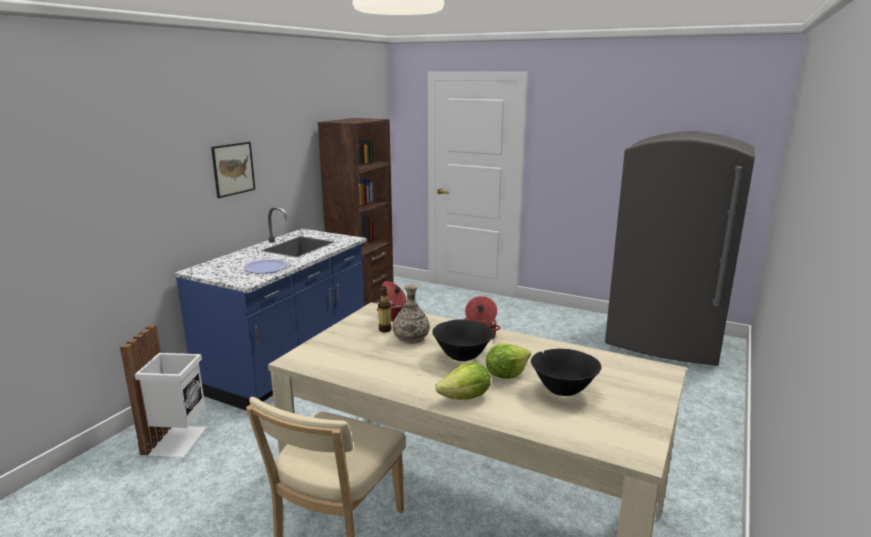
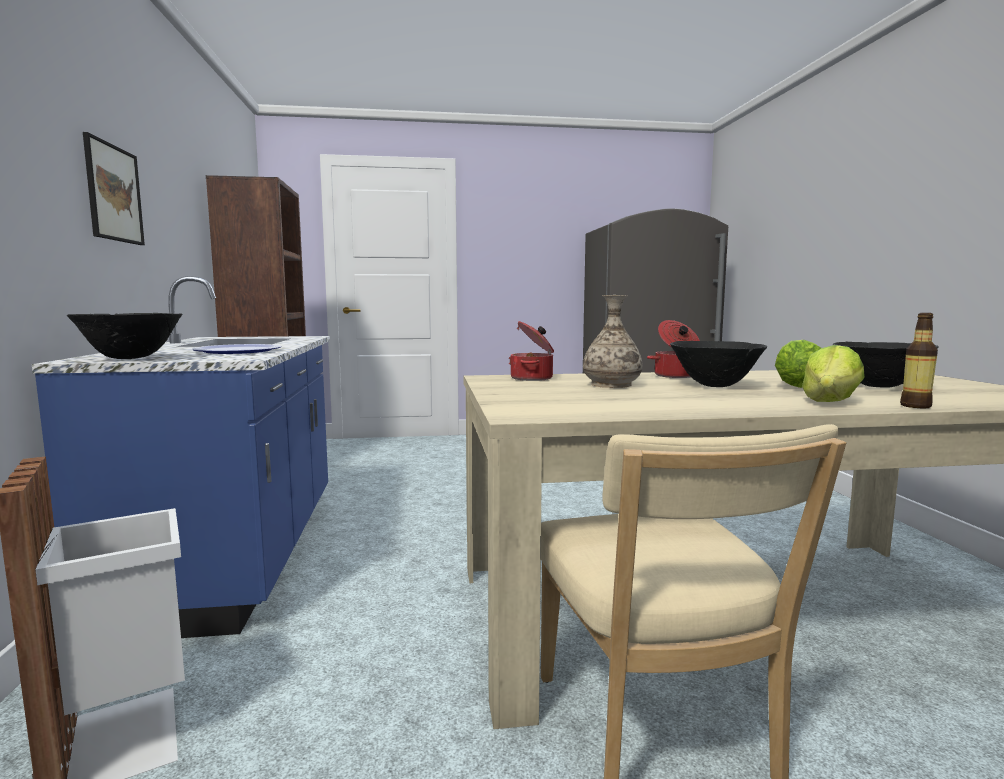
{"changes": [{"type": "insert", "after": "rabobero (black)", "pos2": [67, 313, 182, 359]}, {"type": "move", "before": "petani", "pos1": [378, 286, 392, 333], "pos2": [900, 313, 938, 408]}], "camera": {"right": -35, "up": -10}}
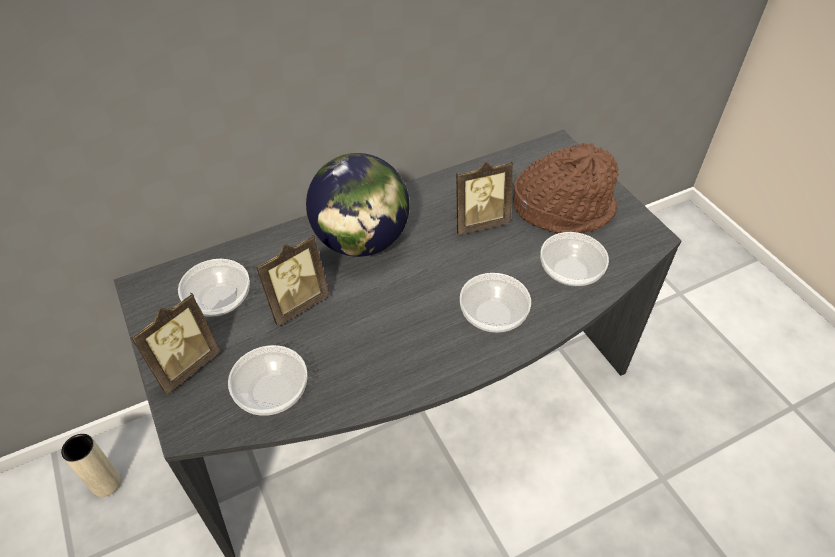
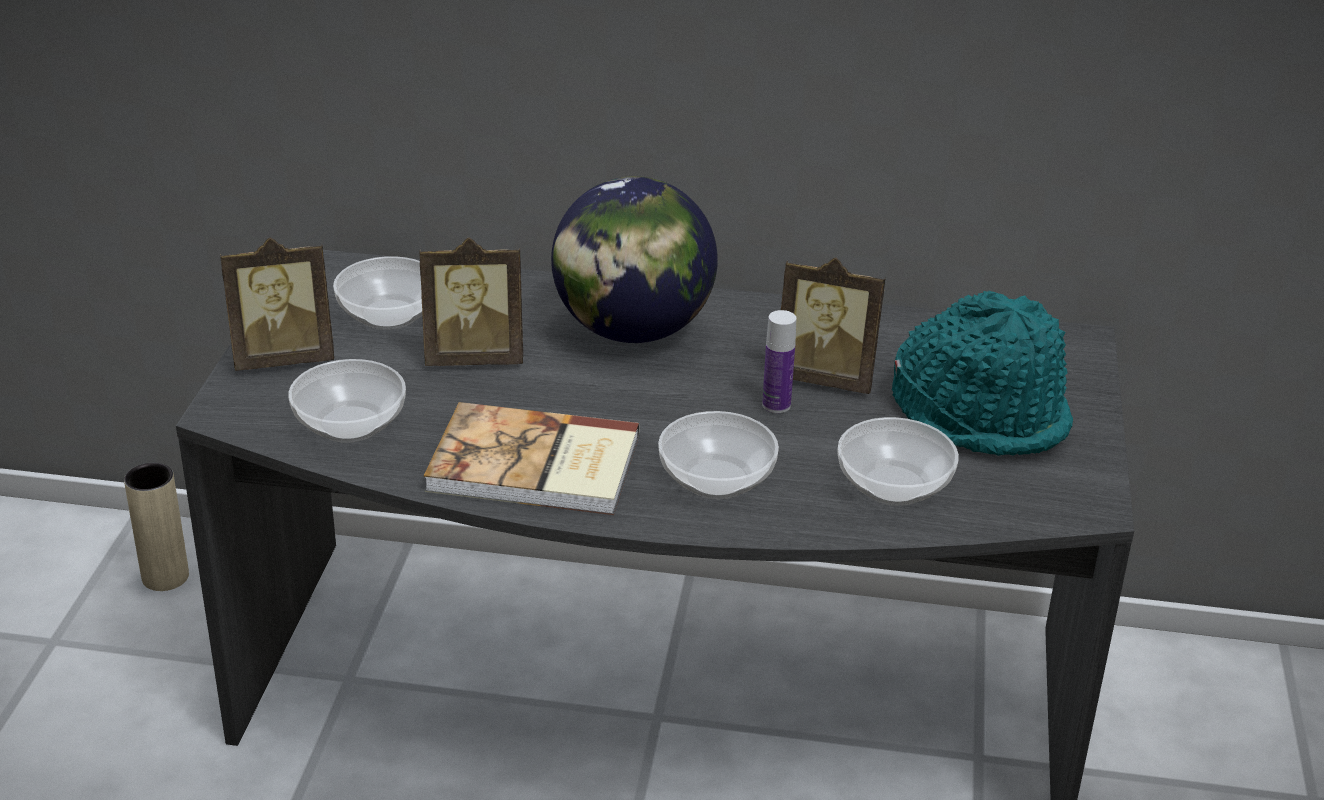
{"changes": [{"type": "insert", "after": "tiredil", "pos2": [424, 402, 639, 515]}, {"type": "insert", "after": "petani", "pos2": [762, 310, 797, 413]}, {"type": "recolor", "before": "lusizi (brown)", "after": "lusizi (turquoise)", "pos1": [513, 142, 619, 233], "pos2": [892, 291, 1073, 456]}], "camera": {"right": 35, "up": -15}}
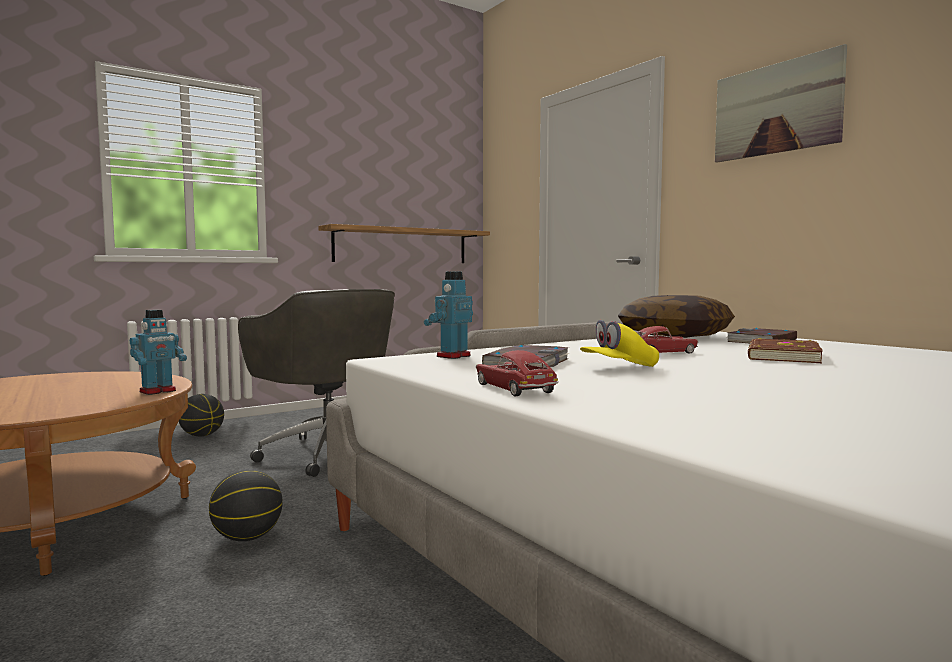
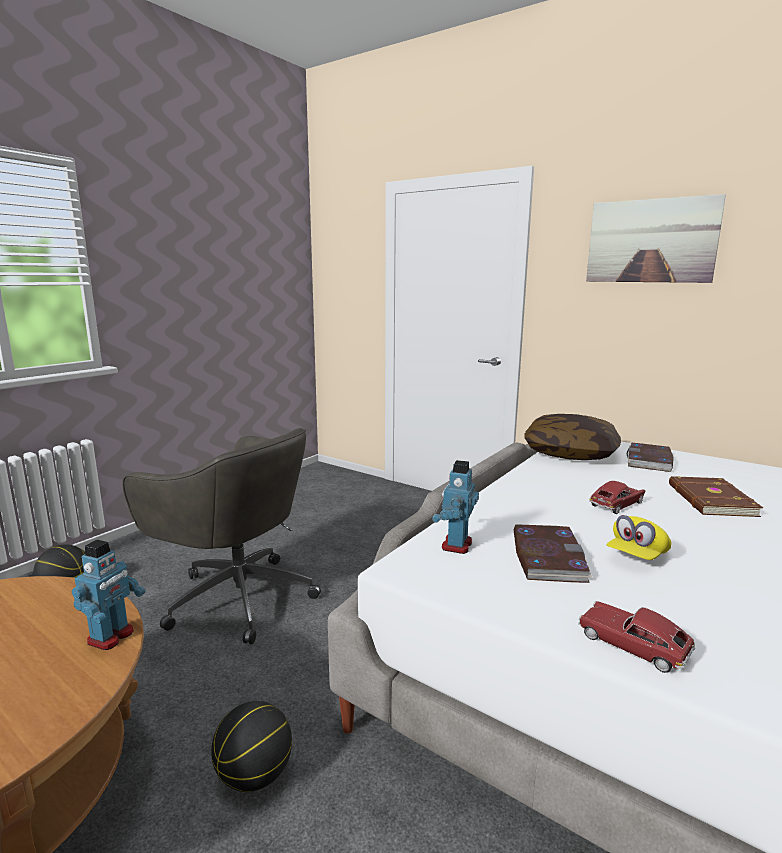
{"changes": [{"type": "delete", "before": "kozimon", "pos1": [318, 224, 490, 263]}], "camera": {"right": -20, "up": 10}}
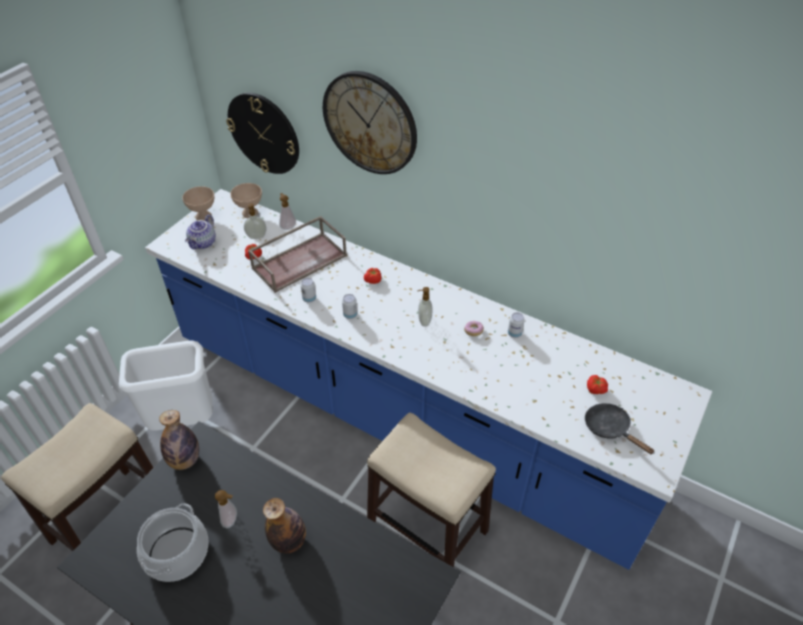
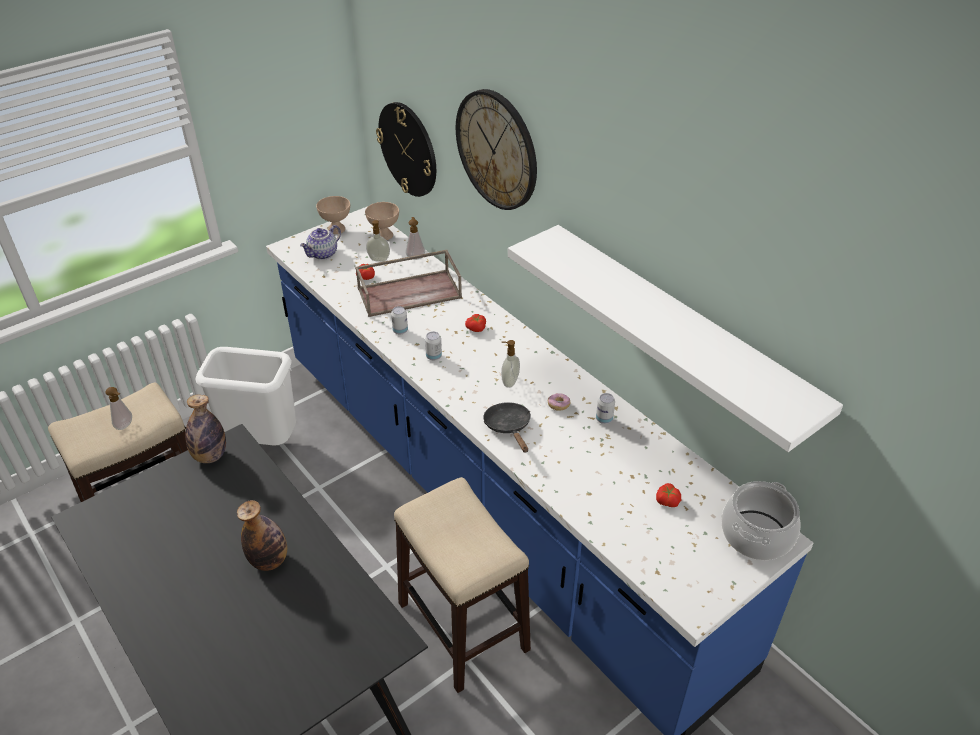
{"changes": [{"type": "move", "before": "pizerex", "pos1": [215, 490, 237, 528], "pos2": [105, 387, 132, 430]}, {"type": "move", "before": "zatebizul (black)", "pos1": [585, 403, 655, 454], "pos2": [483, 402, 531, 453]}, {"type": "insert", "after": "kozimon (white)", "pos2": [508, 225, 843, 452]}, {"type": "move", "before": "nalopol", "pos1": [137, 504, 209, 582], "pos2": [721, 481, 801, 560]}], "camera": {"right": 20, "up": -5}}
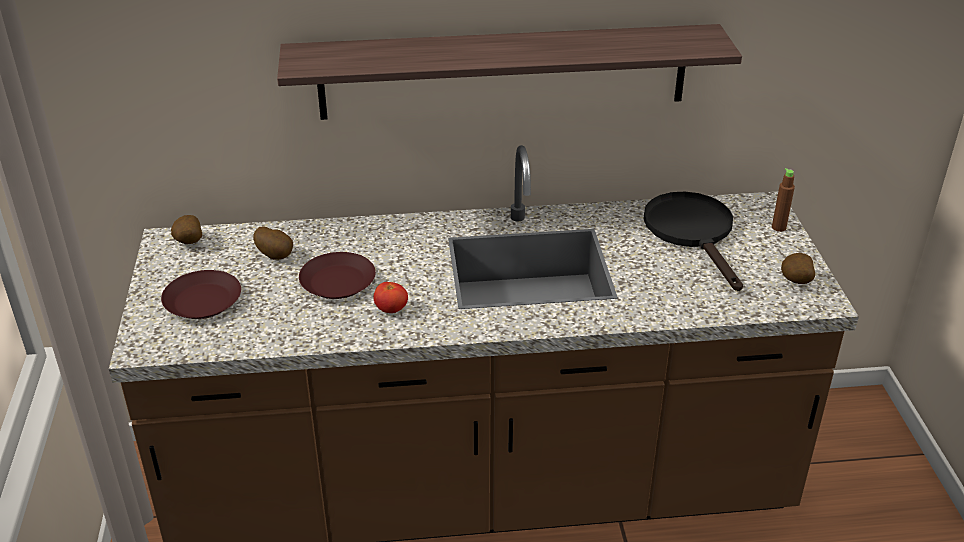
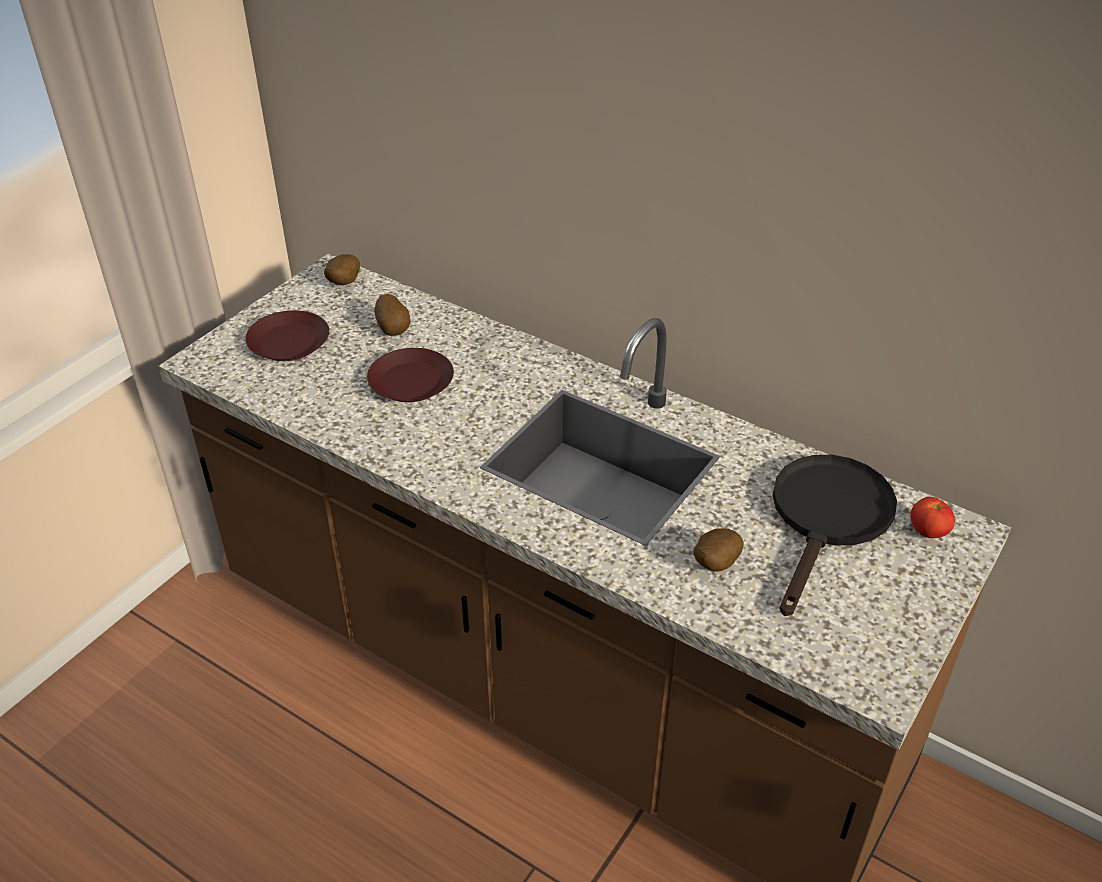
{"changes": [{"type": "move", "before": "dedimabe", "pos1": [781, 253, 815, 284], "pos2": [693, 528, 744, 572]}, {"type": "move", "before": "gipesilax", "pos1": [373, 282, 408, 313], "pos2": [910, 497, 955, 538]}, {"type": "delete", "before": "kozimon", "pos1": [277, 24, 742, 120]}, {"type": "delete", "before": "petani (brown)", "pos1": [772, 168, 795, 232]}], "camera": {"right": 40, "up": 5}}
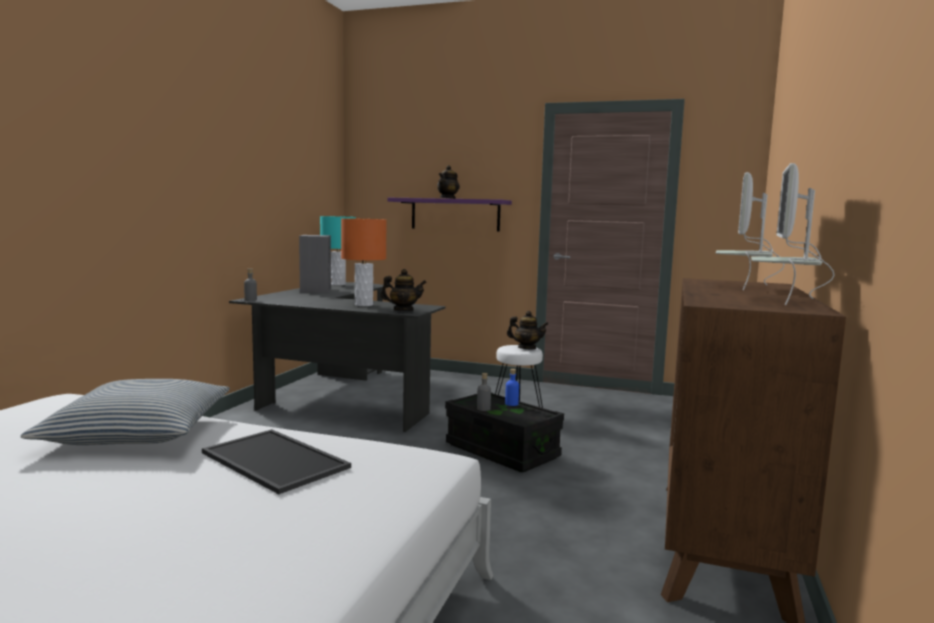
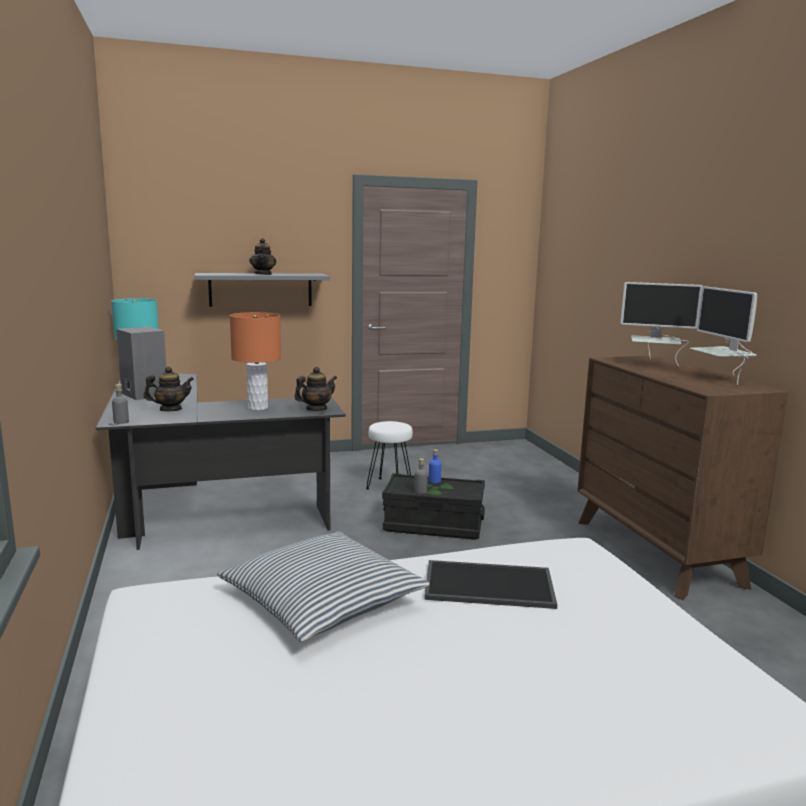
{"changes": [{"type": "move", "before": "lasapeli", "pos1": [507, 311, 549, 349], "pos2": [144, 367, 194, 411]}, {"type": "recolor", "before": "kozimon (purple)", "after": "kozimon (grey)", "pos1": [388, 198, 512, 232], "pos2": [195, 273, 330, 307]}, {"type": "rotate", "before": "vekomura", "pos1": [715, 172, 784, 290], "pos2": [620, 282, 703, 367], "turn": -60}], "camera": {"right": -35, "up": 5}}
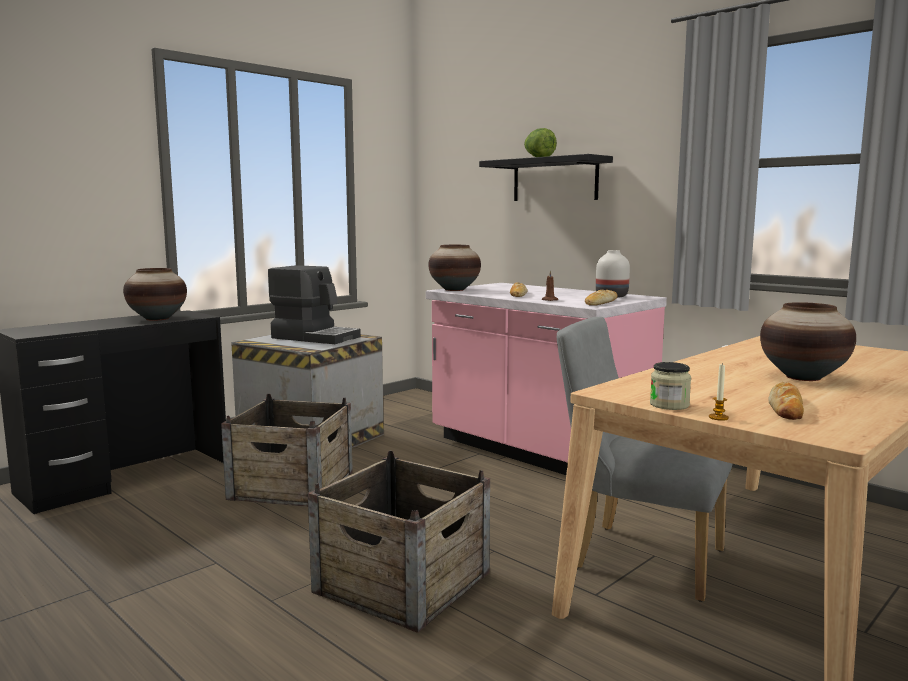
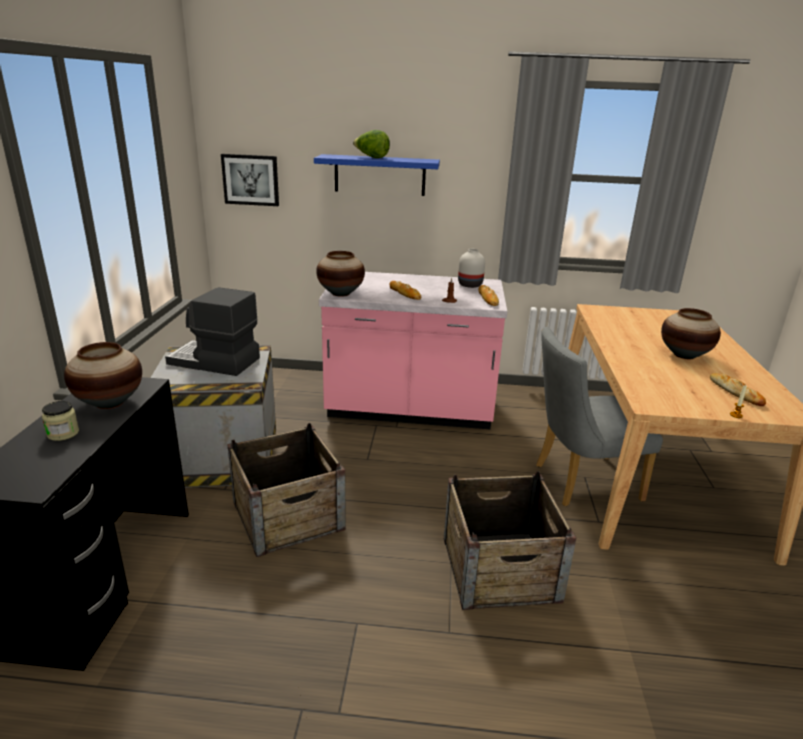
{"changes": [{"type": "move", "before": "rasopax", "pos1": [650, 362, 691, 410], "pos2": [42, 401, 79, 441]}, {"type": "rotate", "before": "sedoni", "pos1": [268, 265, 361, 344], "pos2": [165, 287, 260, 376], "turn": -150}, {"type": "insert", "after": "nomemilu", "pos2": [221, 154, 279, 206]}, {"type": "recolor", "before": "kozimon (black)", "after": "kozimon (blue)", "pos1": [479, 154, 613, 201], "pos2": [314, 154, 440, 196]}], "camera": {"right": -40, "up": 15}}
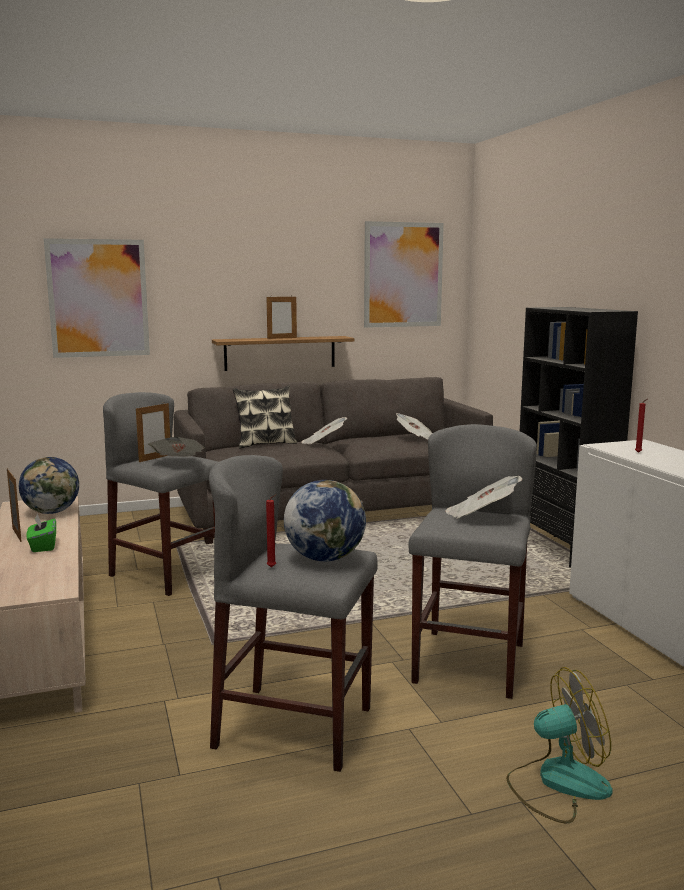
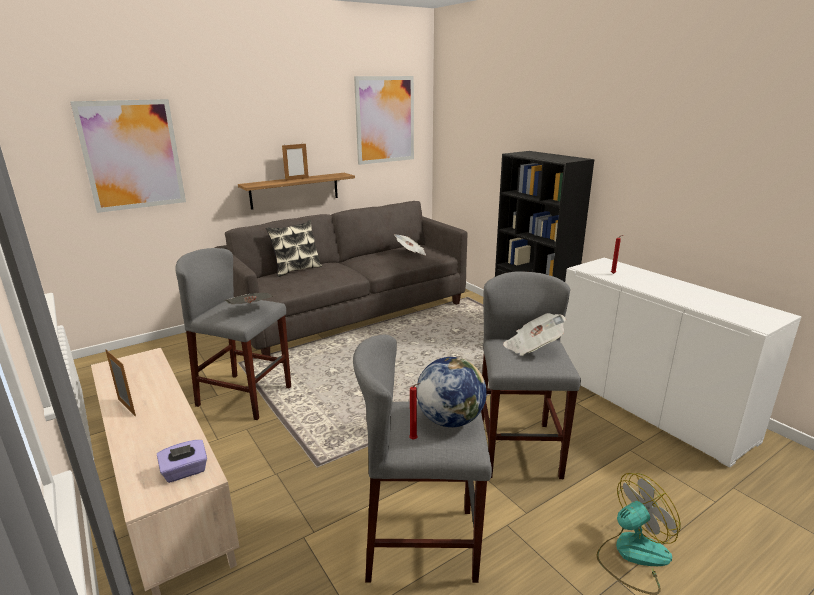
{"changes": [{"type": "insert", "after": "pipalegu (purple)", "pos2": [157, 440, 207, 483]}, {"type": "delete", "before": "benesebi", "pos1": [19, 457, 79, 514]}, {"type": "delete", "before": "pipalegu (green)", "pos1": [27, 514, 56, 552]}, {"type": "delete", "before": "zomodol", "pos1": [136, 403, 170, 462]}, {"type": "delete", "before": "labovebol", "pos1": [302, 417, 347, 444]}], "camera": {"right": -15, "up": 10}}
